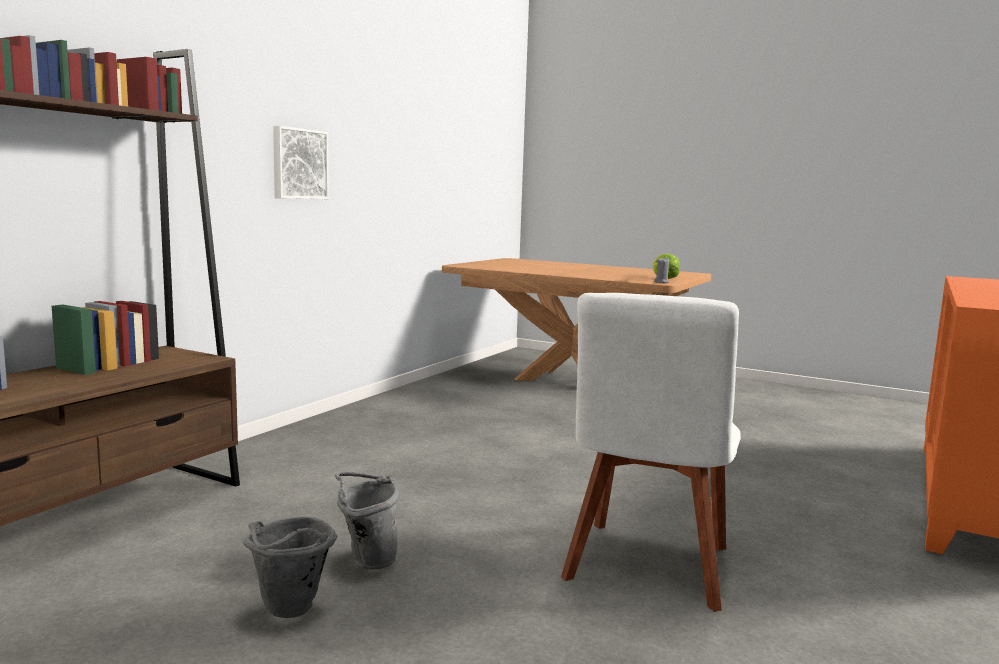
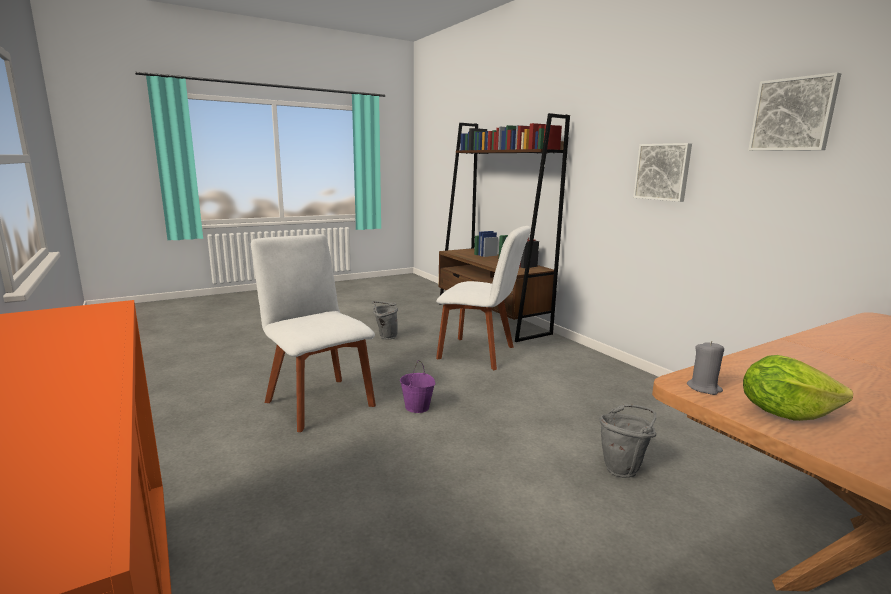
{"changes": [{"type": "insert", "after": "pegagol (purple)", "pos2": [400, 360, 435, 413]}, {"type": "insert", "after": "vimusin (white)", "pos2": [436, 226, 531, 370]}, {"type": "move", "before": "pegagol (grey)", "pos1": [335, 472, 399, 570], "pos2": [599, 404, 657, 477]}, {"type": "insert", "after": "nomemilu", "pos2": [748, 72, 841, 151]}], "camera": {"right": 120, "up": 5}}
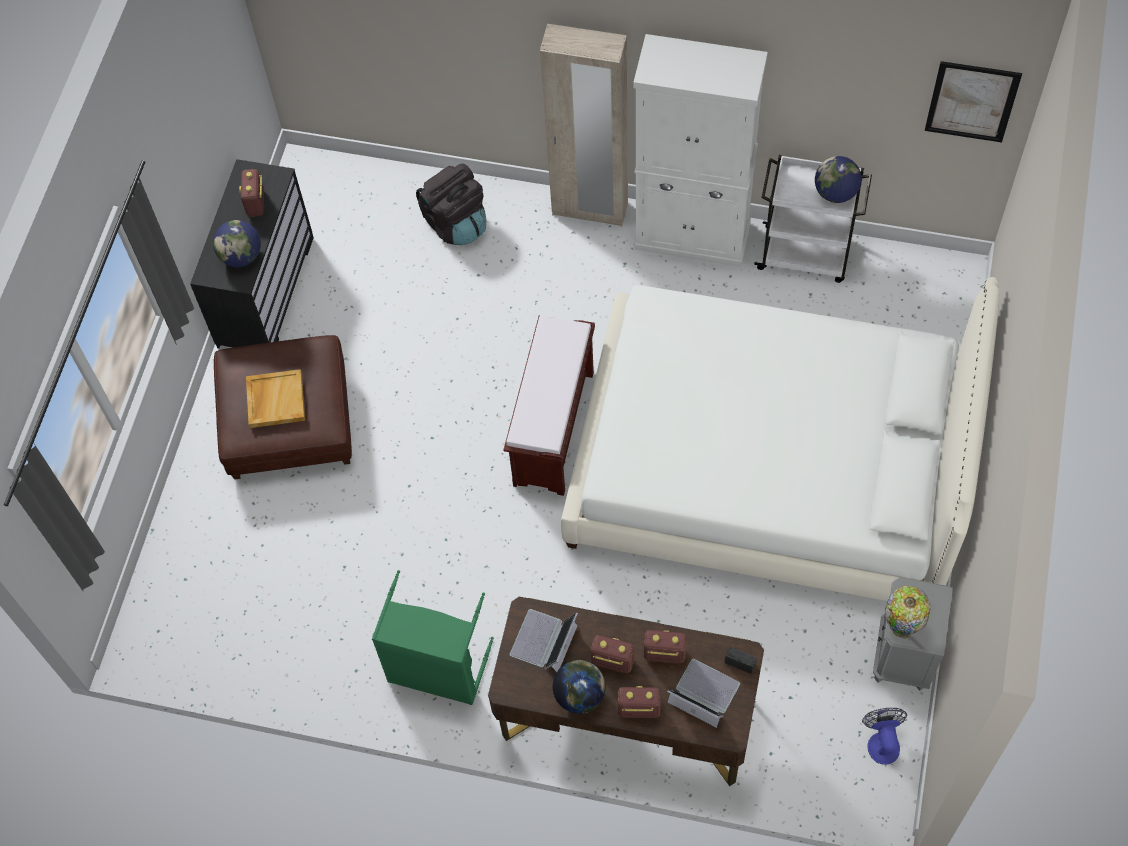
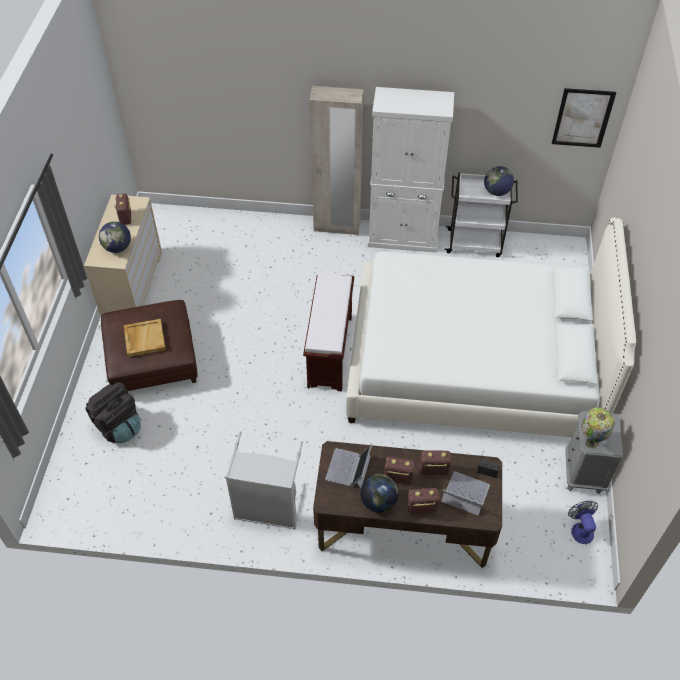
{"changes": [{"type": "recolor", "before": "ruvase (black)", "after": "ruvase (beige)", "pos1": [190, 159, 314, 348], "pos2": [84, 195, 162, 317]}, {"type": "move", "before": "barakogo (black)", "pos1": [416, 163, 487, 245], "pos2": [85, 382, 141, 443]}, {"type": "recolor", "before": "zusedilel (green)", "after": "zusedilel (grey)", "pos1": [372, 570, 494, 705], "pos2": [226, 431, 305, 529]}], "camera": {"right": -10, "up": -10}}
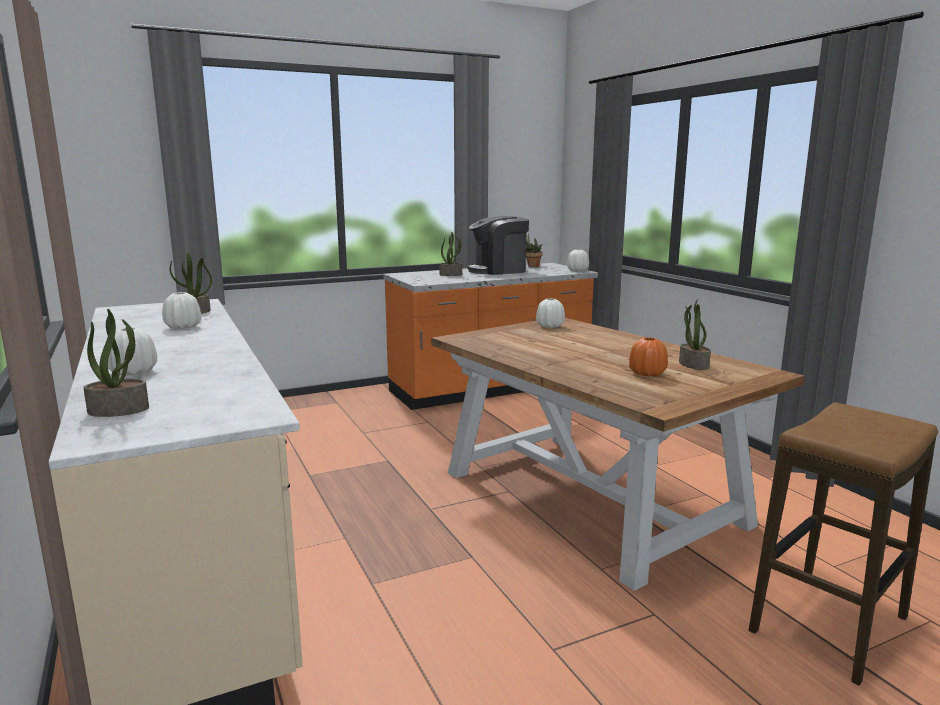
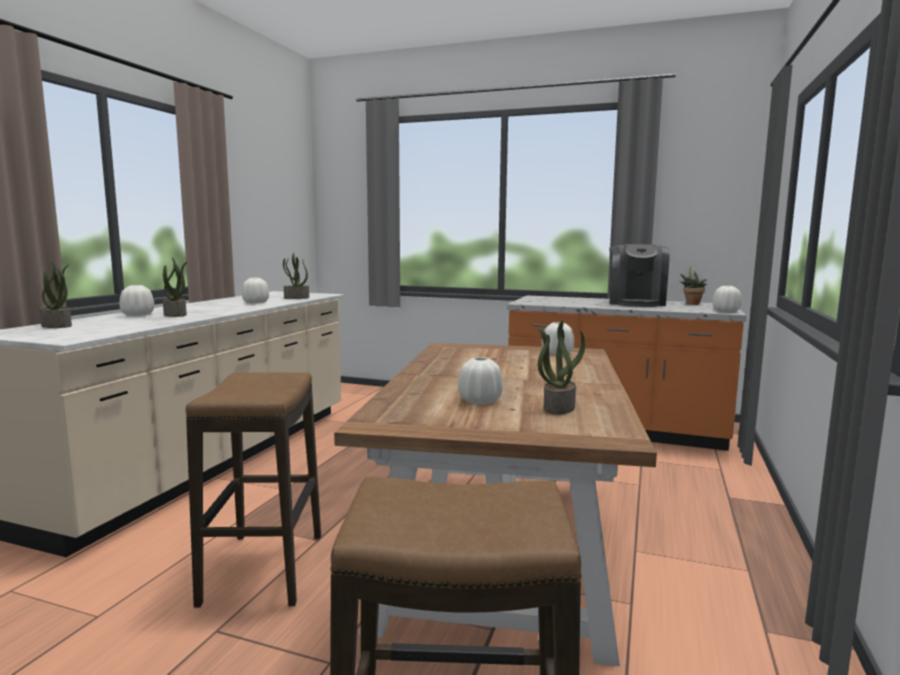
{"changes": [{"type": "move", "before": "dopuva", "pos1": [439, 232, 462, 276], "pos2": [163, 257, 188, 317]}, {"type": "insert", "after": "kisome", "pos2": [186, 372, 321, 608]}, {"type": "recolor", "before": "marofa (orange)", "after": "marofa (white)", "pos1": [629, 337, 668, 377], "pos2": [458, 357, 503, 404]}, {"type": "rotate", "before": "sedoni", "pos1": [467, 216, 529, 275], "pos2": [609, 244, 670, 307], "turn": -105}], "camera": {"right": 45, "up": -5}}
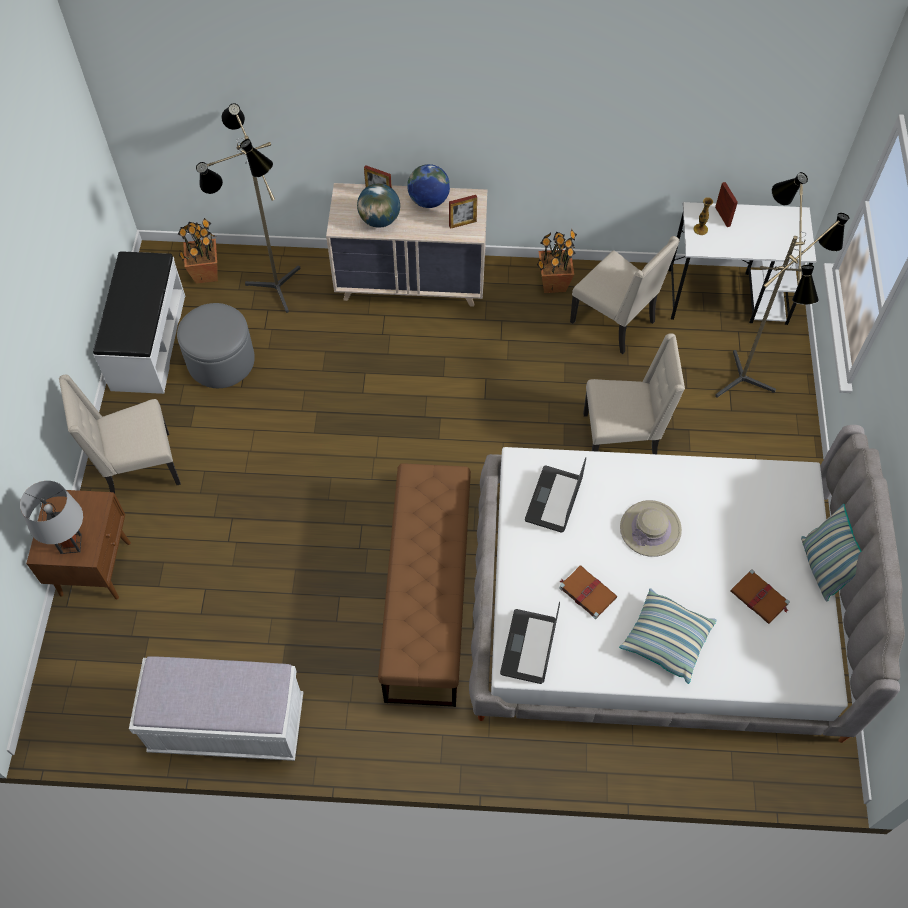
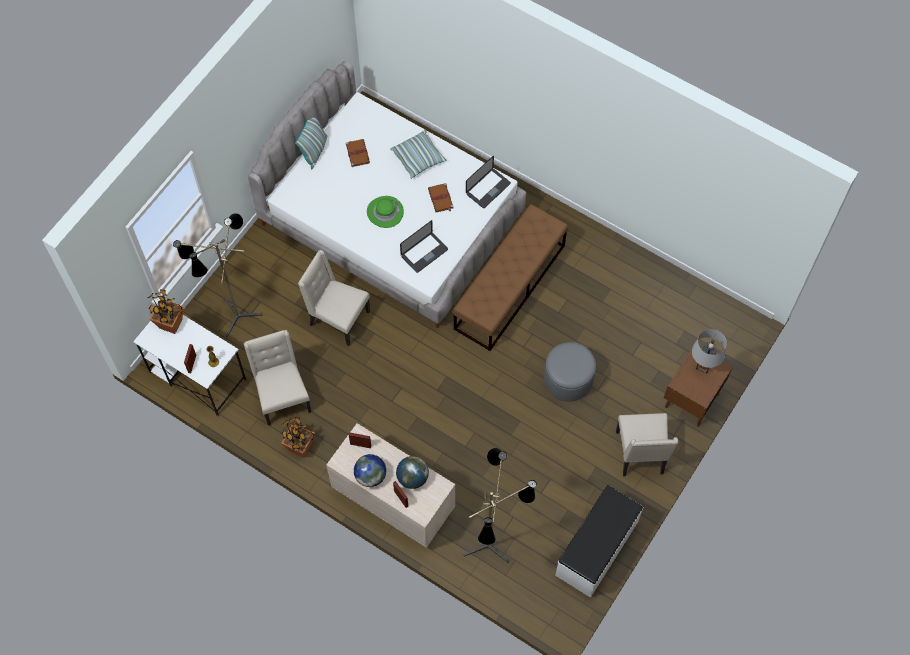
{"changes": [{"type": "move", "before": "dopuva", "pos1": [178, 218, 218, 284], "pos2": [148, 289, 183, 334]}, {"type": "recolor", "before": "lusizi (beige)", "after": "lusizi (green)", "pos1": [620, 500, 682, 557], "pos2": [367, 196, 404, 228]}, {"type": "move", "before": "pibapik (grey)", "pos1": [177, 303, 255, 388], "pos2": [544, 342, 596, 402]}, {"type": "rotate", "before": "vimusin (beige)", "pos1": [59, 375, 181, 493], "pos2": [616, 413, 678, 476], "turn": 75}, {"type": "delete", "before": "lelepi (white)", "pos1": [129, 656, 303, 761]}], "camera": {"right": -150, "up": 5}}
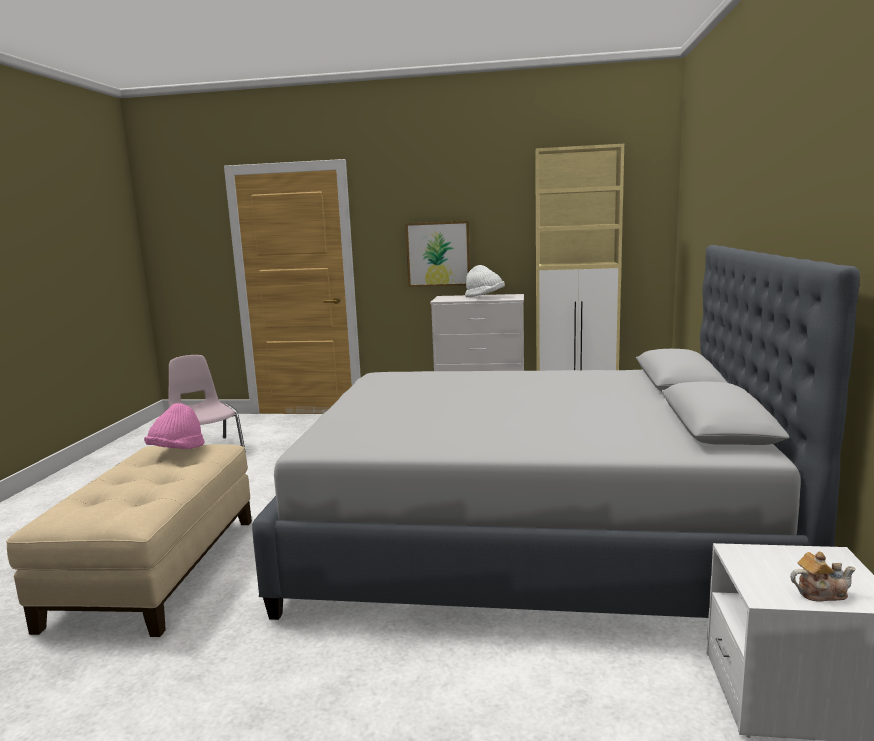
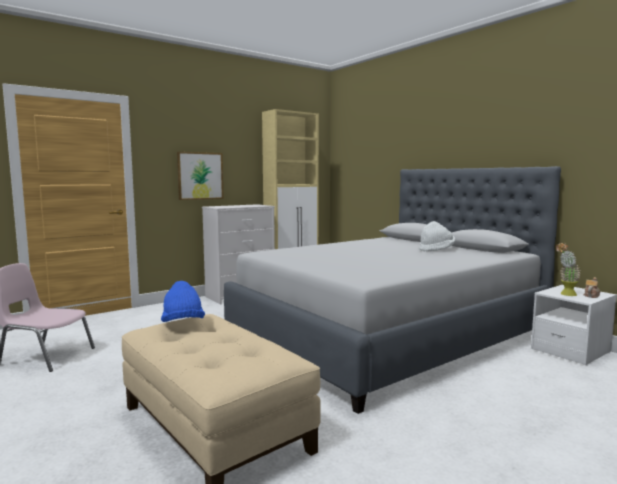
{"changes": [{"type": "recolor", "before": "lusizi (pink)", "after": "lusizi (blue)", "pos1": [144, 403, 205, 449], "pos2": [161, 281, 205, 322]}, {"type": "move", "before": "lusizi (white)", "pos1": [465, 265, 505, 297], "pos2": [419, 221, 455, 252]}, {"type": "insert", "after": "dopuva", "pos2": [556, 242, 580, 296]}], "camera": {"right": -45, "up": -5}}
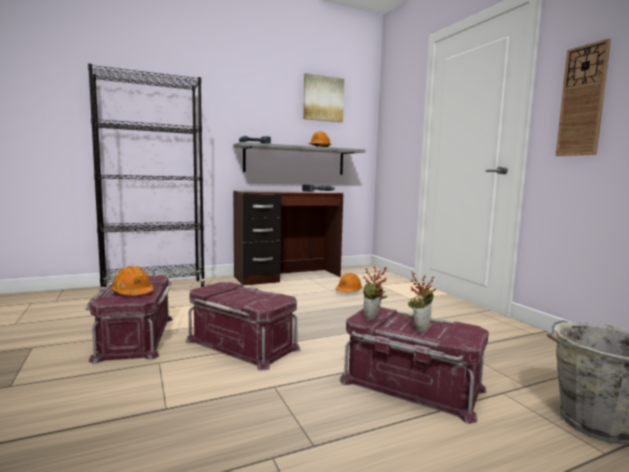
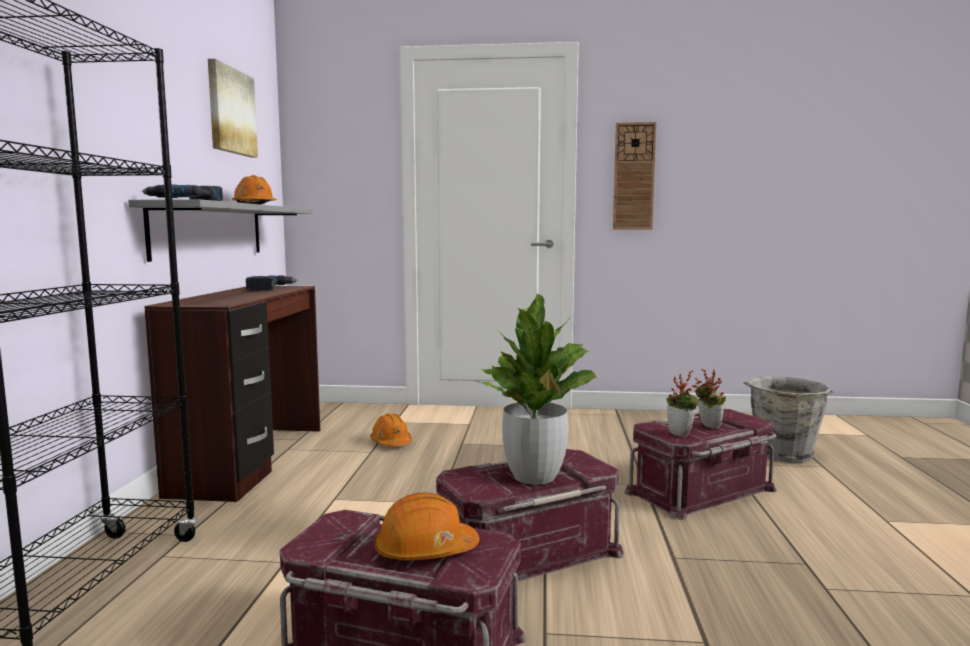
{"changes": [{"type": "insert", "after": "dopuva", "pos2": [477, 294, 597, 485]}], "camera": {"right": -60, "up": 0}}
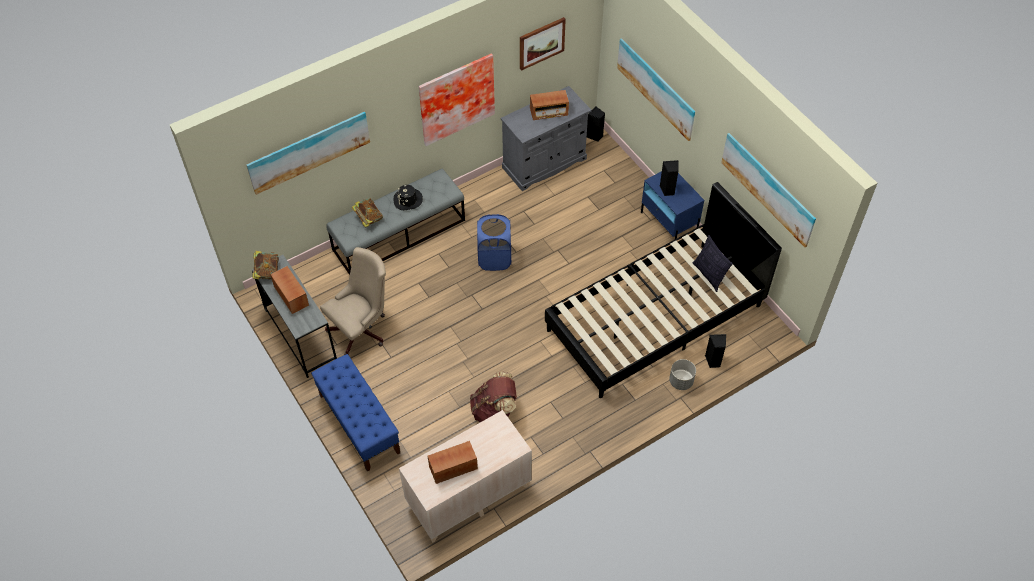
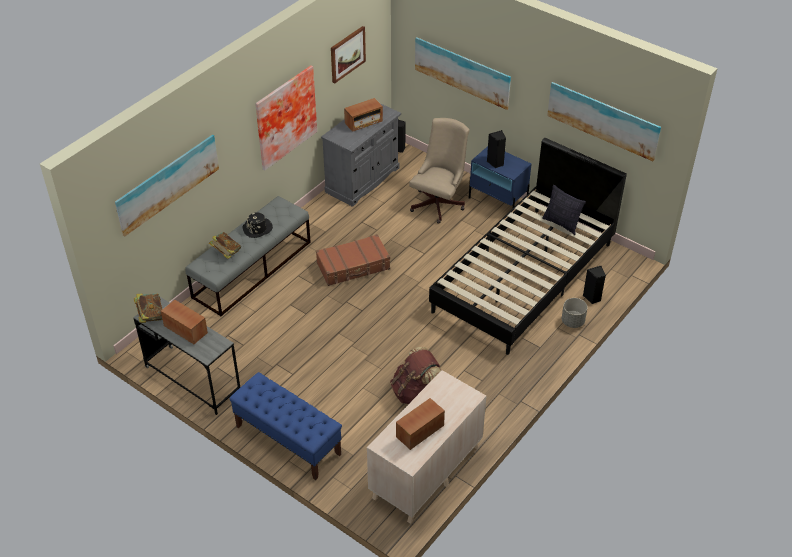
{"changes": [{"type": "replace", "before": "zusedilel (blue)", "after": "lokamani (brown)", "pos1": [477, 214, 511, 271], "pos2": [316, 234, 390, 286]}, {"type": "move", "before": "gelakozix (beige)", "pos1": [320, 247, 386, 355], "pos2": [409, 118, 470, 224]}], "camera": {"right": -20, "up": -10}}
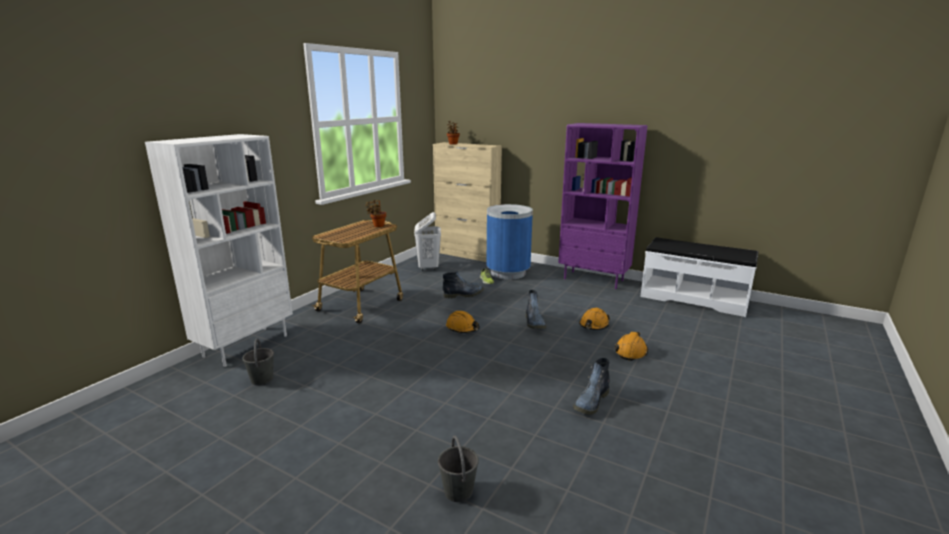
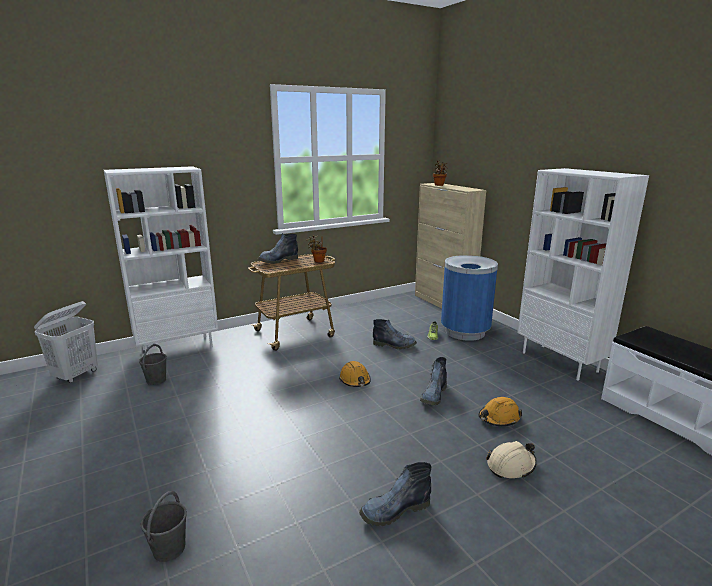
{"changes": [{"type": "move", "before": "zusedilel (white)", "pos1": [414, 212, 441, 271], "pos2": [34, 301, 98, 383]}, {"type": "insert", "after": "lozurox", "pos2": [258, 233, 298, 264]}, {"type": "recolor", "before": "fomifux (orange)", "after": "fomifux (beige)", "pos1": [614, 332, 648, 361], "pos2": [486, 441, 537, 478]}, {"type": "recolor", "before": "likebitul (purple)", "after": "likebitul (white)", "pos1": [558, 123, 648, 289], "pos2": [517, 168, 649, 381]}], "camera": {"right": 30, "up": 0}}
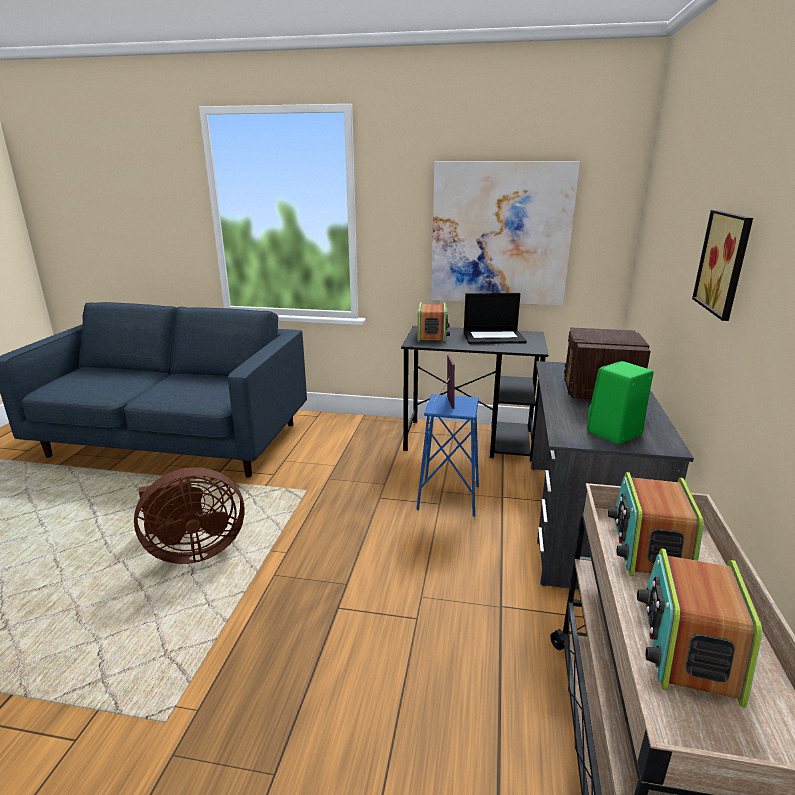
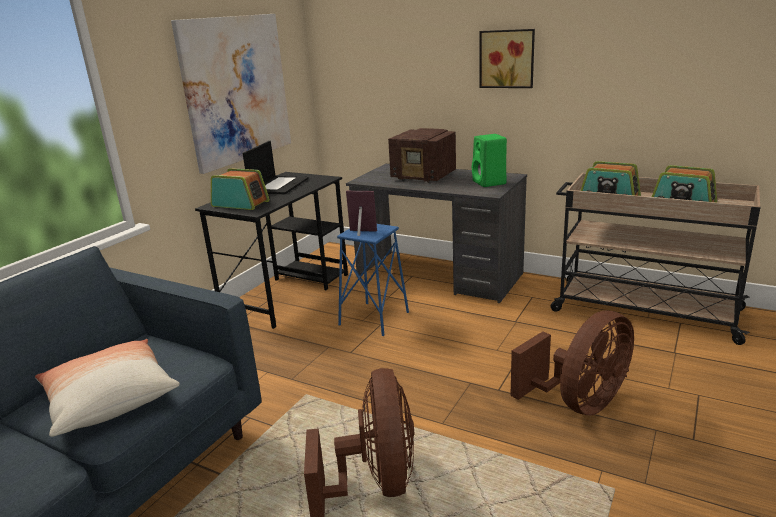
{"changes": [{"type": "insert", "after": "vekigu", "pos2": [35, 339, 180, 437]}, {"type": "insert", "after": "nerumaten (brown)", "pos2": [510, 310, 634, 416]}], "camera": {"right": -70, "up": 0}}
